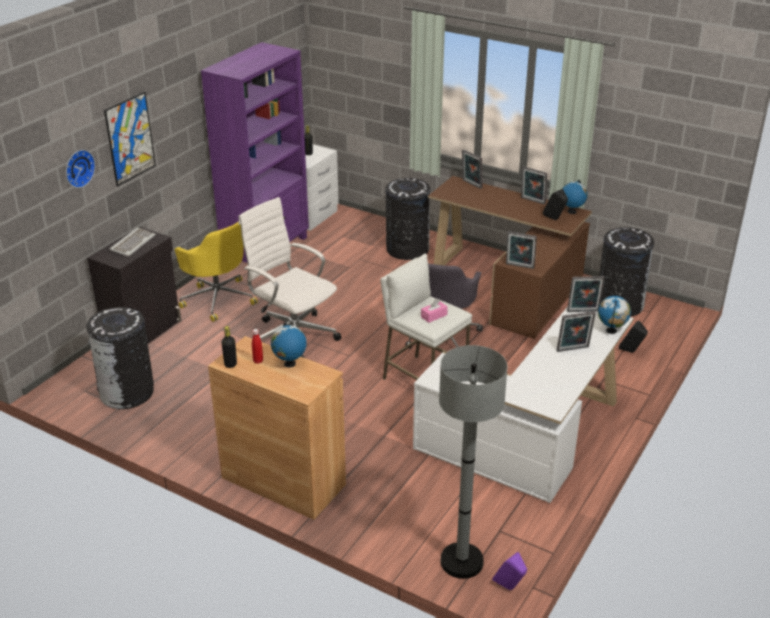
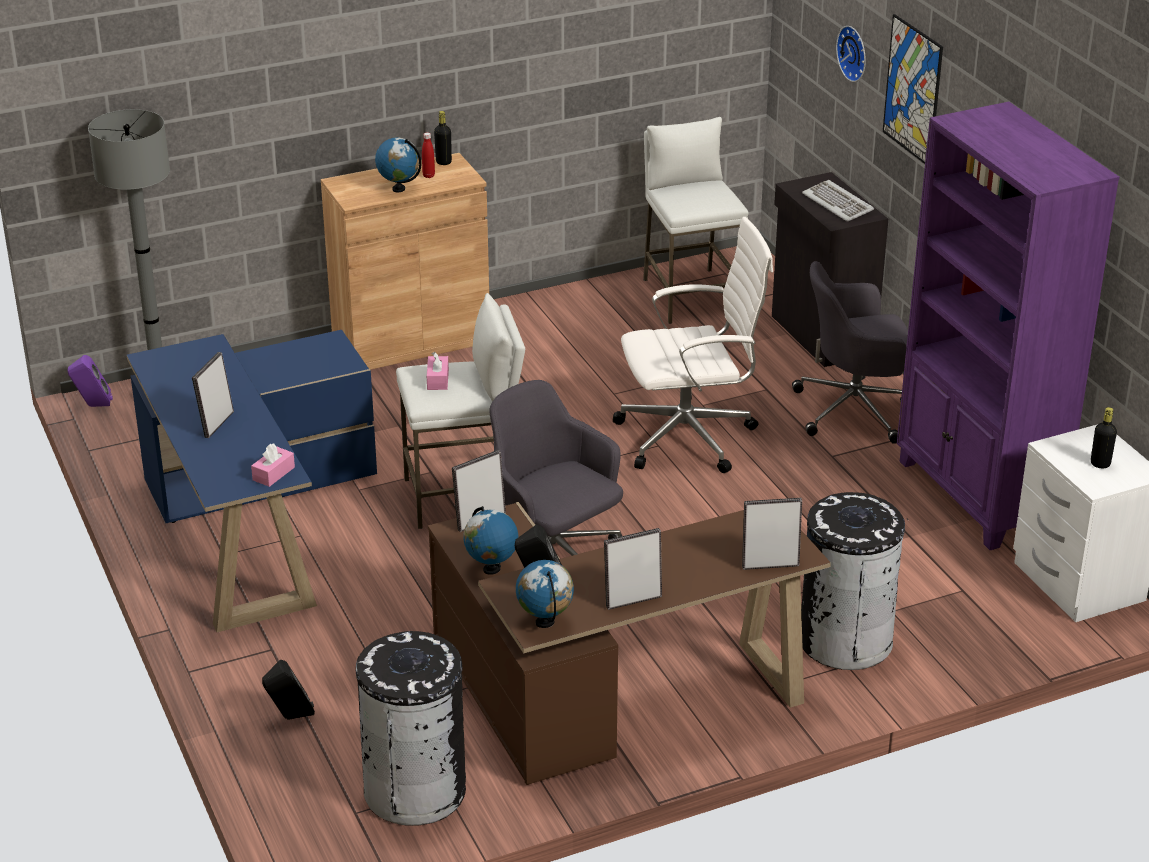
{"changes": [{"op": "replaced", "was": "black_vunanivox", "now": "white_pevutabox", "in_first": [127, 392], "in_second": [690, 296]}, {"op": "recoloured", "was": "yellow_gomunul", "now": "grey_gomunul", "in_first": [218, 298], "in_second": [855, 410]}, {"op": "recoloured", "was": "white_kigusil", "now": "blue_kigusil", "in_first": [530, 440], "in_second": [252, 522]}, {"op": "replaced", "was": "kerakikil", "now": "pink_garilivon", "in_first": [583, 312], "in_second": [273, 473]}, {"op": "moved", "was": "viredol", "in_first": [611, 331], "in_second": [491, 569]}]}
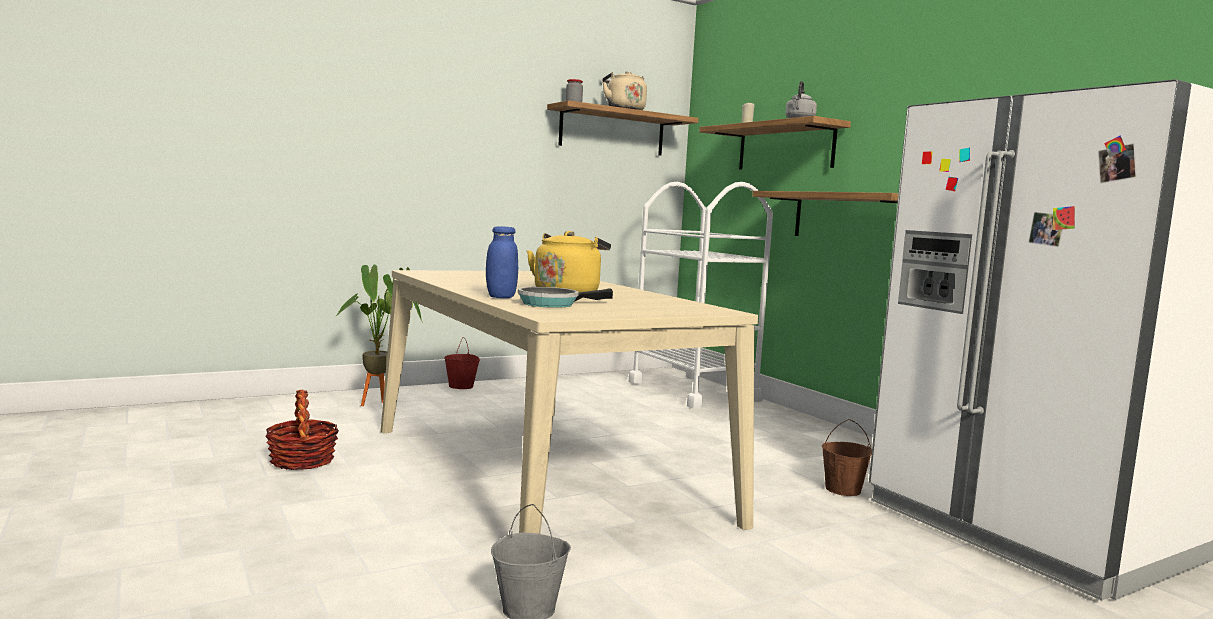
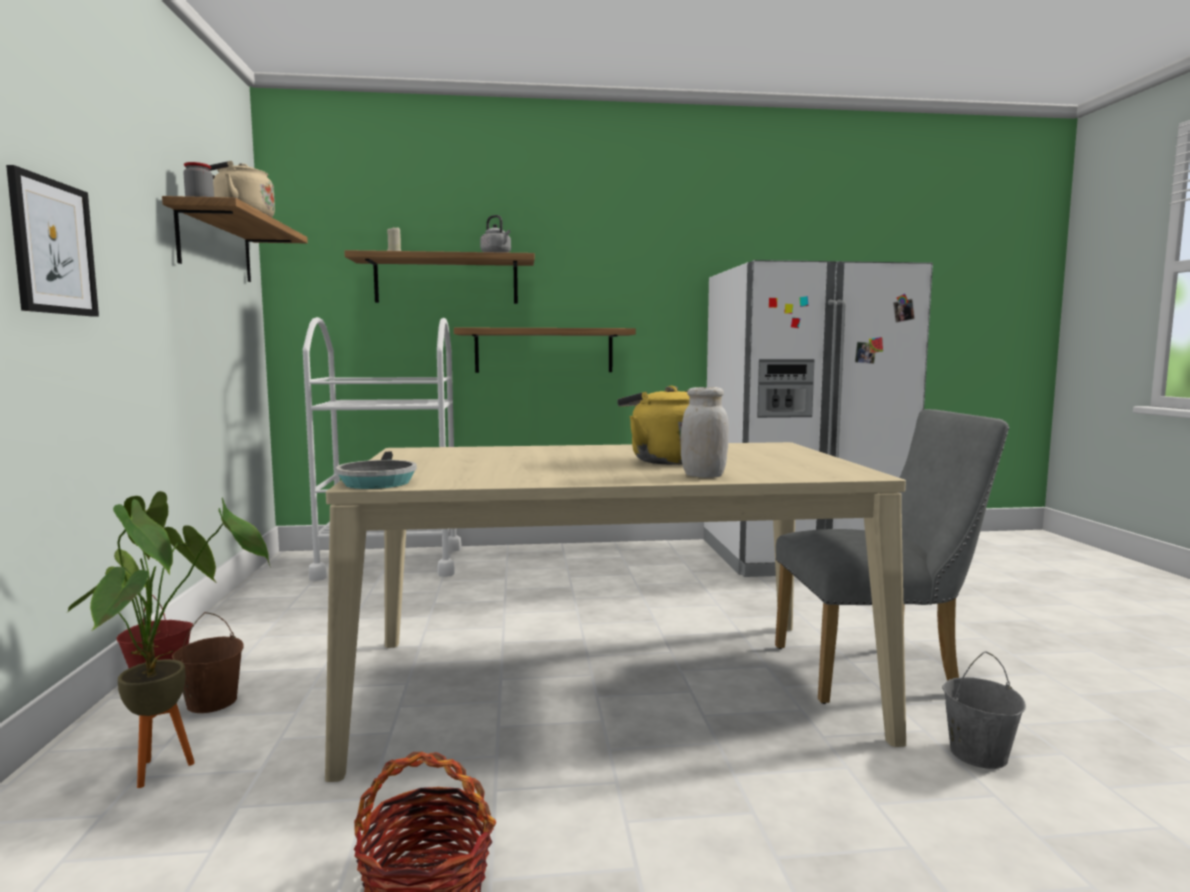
{"changes": [{"op": "recoloured", "was": "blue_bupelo", "now": "white_bupelo", "in_first": [501, 297], "in_second": [703, 476]}, {"op": "moved", "was": "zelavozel", "in_first": [552, 303], "in_second": [377, 481]}, {"op": "moved", "was": "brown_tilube", "in_first": [842, 489], "in_second": [211, 702]}, {"op": "added", "now": "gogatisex", "in_second": [53, 247]}, {"op": "added", "now": "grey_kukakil", "in_second": [876, 671]}]}
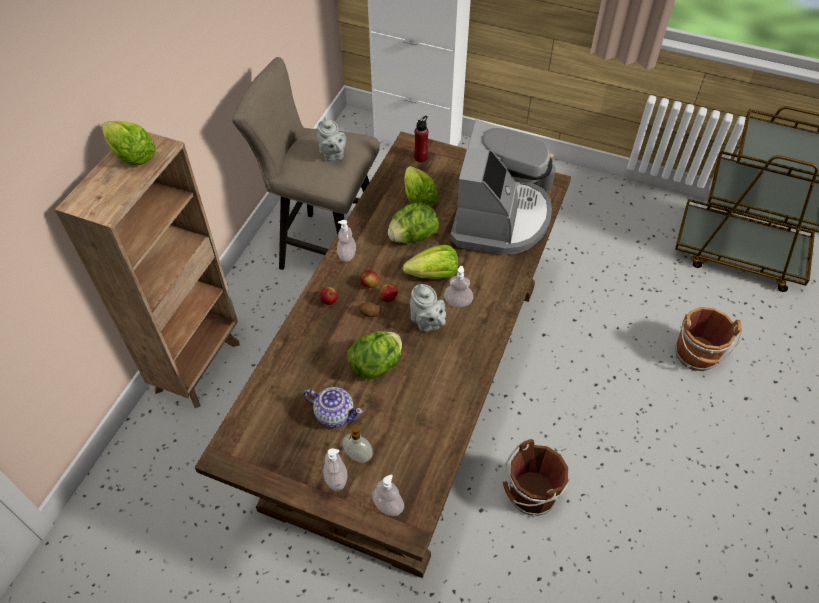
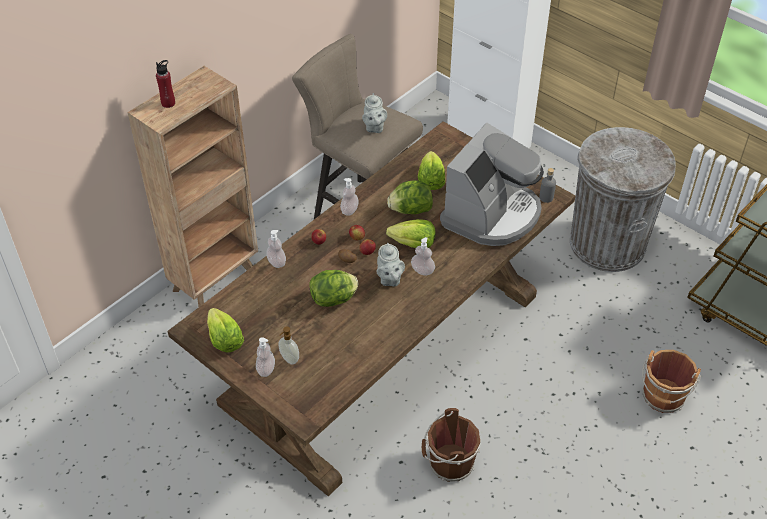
{"changes": [{"op": "moved", "was": "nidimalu", "in_first": [132, 155], "in_second": [224, 340]}, {"op": "removed", "was": "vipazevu", "in_first": [334, 414]}, {"op": "moved", "was": "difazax", "in_first": [388, 506], "in_second": [276, 262]}, {"op": "moved", "was": "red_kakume", "in_first": [421, 157], "in_second": [168, 103]}, {"op": "added", "now": "grey_vunanivox", "in_second": [607, 243]}]}
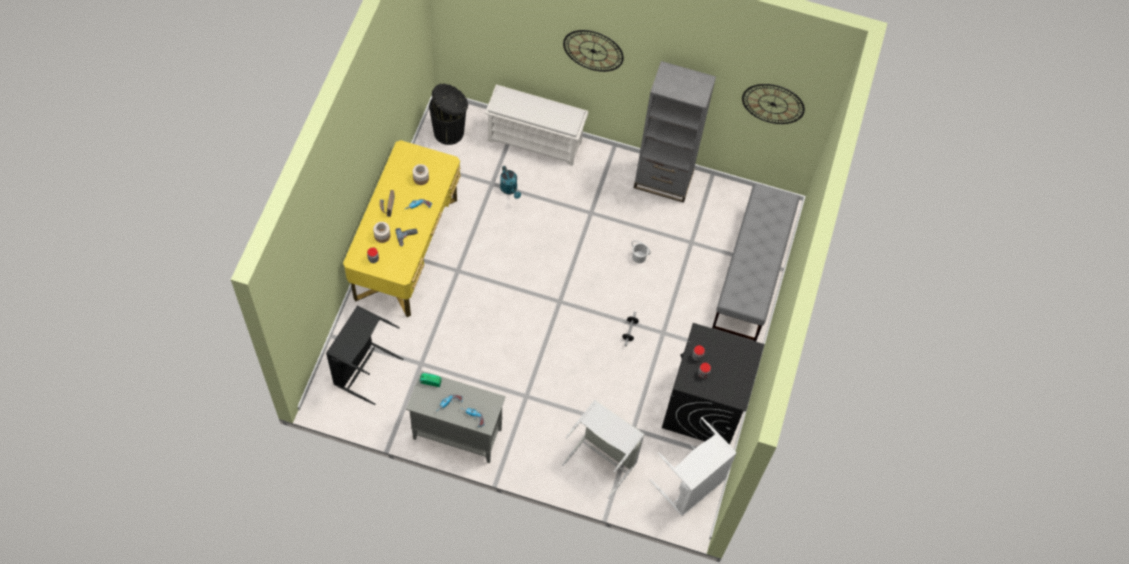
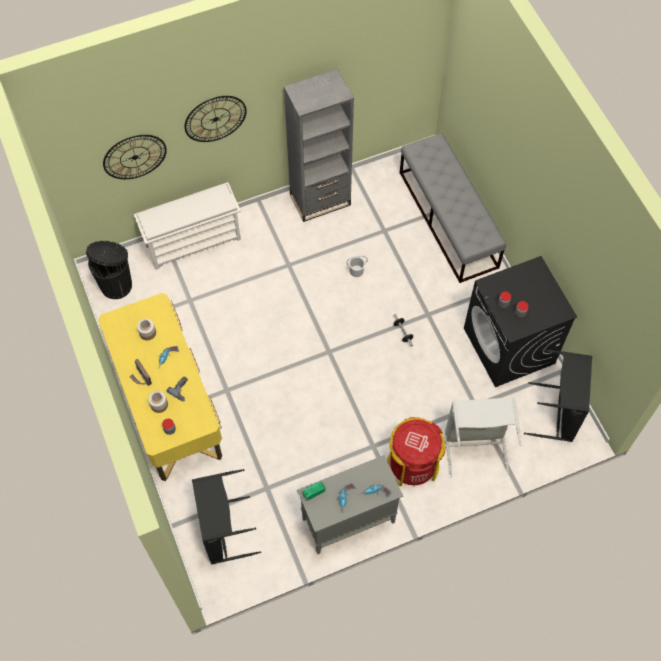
{"changes": [{"op": "removed", "was": "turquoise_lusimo", "in_first": [510, 190]}, {"op": "recoloured", "was": "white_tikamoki", "now": "black_tikamoki", "in_first": [692, 486], "in_second": [557, 413]}, {"op": "moved", "was": "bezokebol", "in_first": [773, 104], "in_second": [135, 157]}, {"op": "added", "now": "red_vunanivox", "in_second": [412, 464]}]}
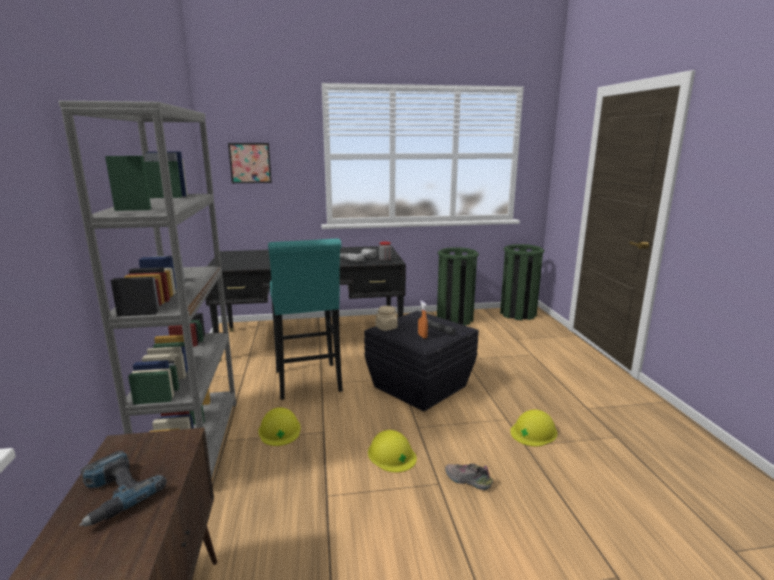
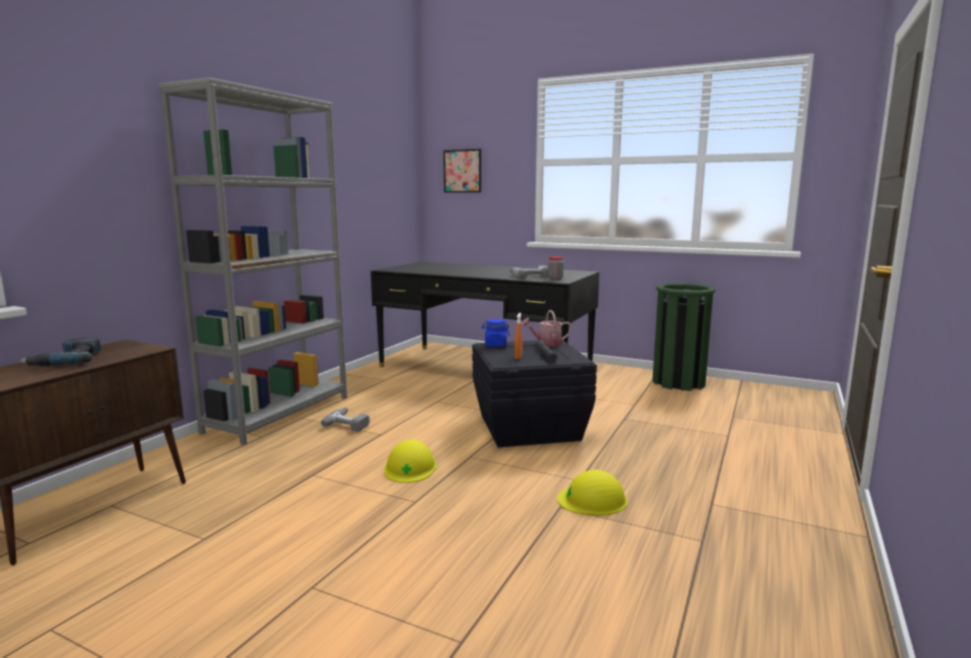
{"changes": [{"op": "replaced", "was": "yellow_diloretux", "now": "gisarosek", "in_first": [279, 430], "in_second": [350, 423]}, {"op": "removed", "was": "turquoise_pevutabox", "in_first": [309, 384]}, {"op": "recoloured", "was": "beige_bupelo", "now": "blue_bupelo", "in_first": [386, 328], "in_second": [495, 345]}, {"op": "removed", "was": "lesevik", "in_first": [467, 481]}, {"op": "removed", "was": "green_vunanivox", "in_first": [518, 314]}, {"op": "added", "now": "lusimo", "in_second": [546, 343]}]}
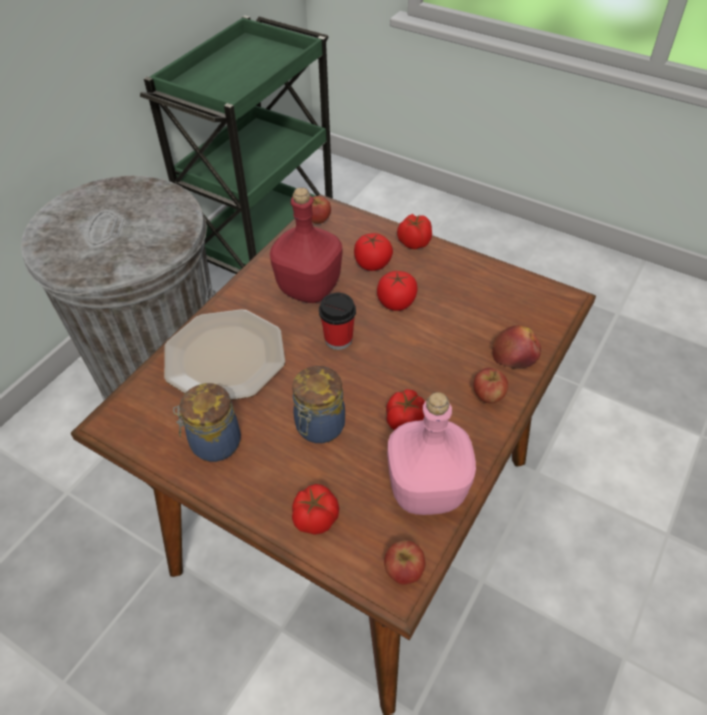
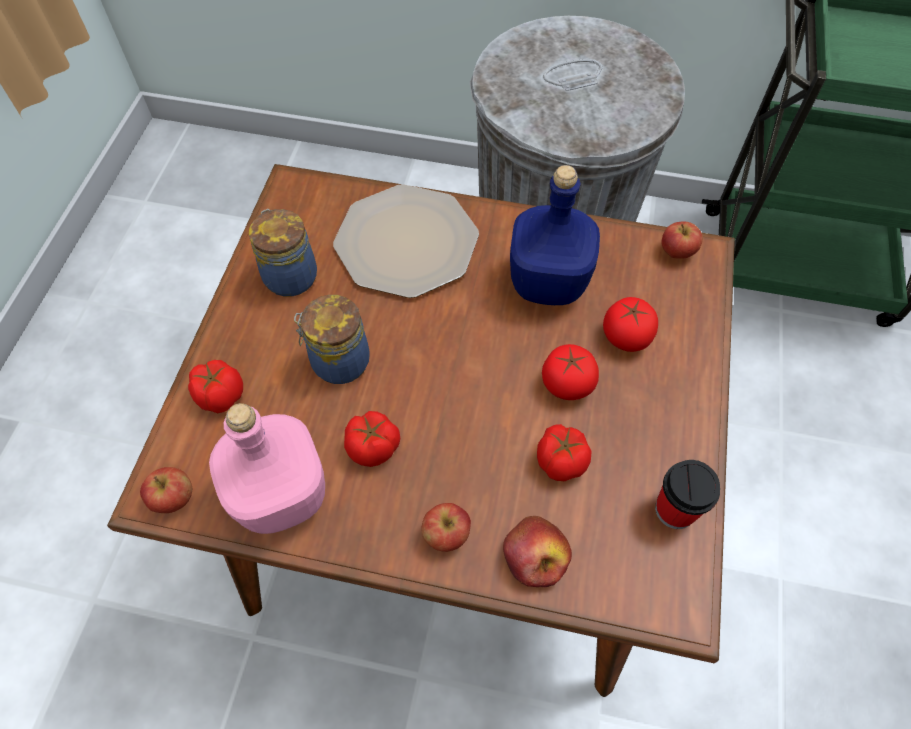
{"changes": [{"op": "recoloured", "was": "red_kakume", "now": "blue_kakume", "in_first": [308, 288], "in_second": [547, 281]}, {"op": "moved", "was": "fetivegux", "in_first": [338, 339], "in_second": [675, 510]}, {"op": "moved", "was": "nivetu", "in_first": [413, 242], "in_second": [560, 460]}]}
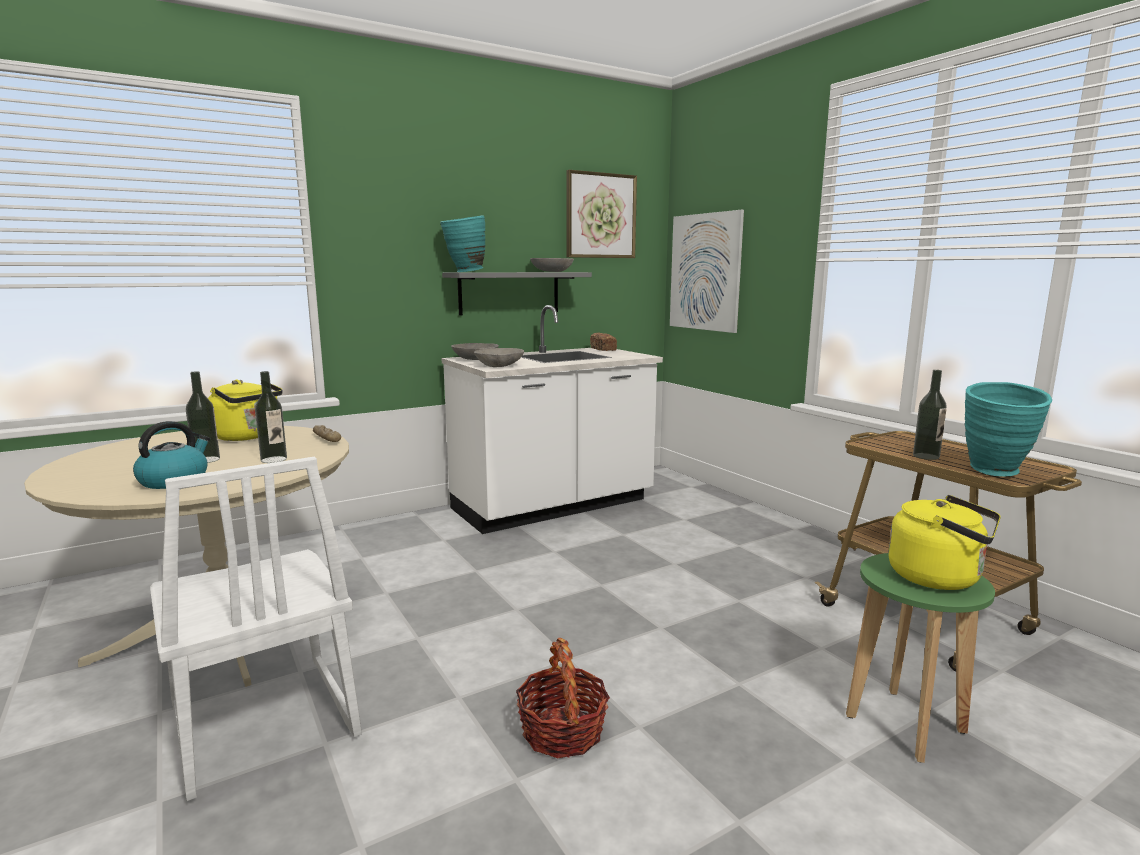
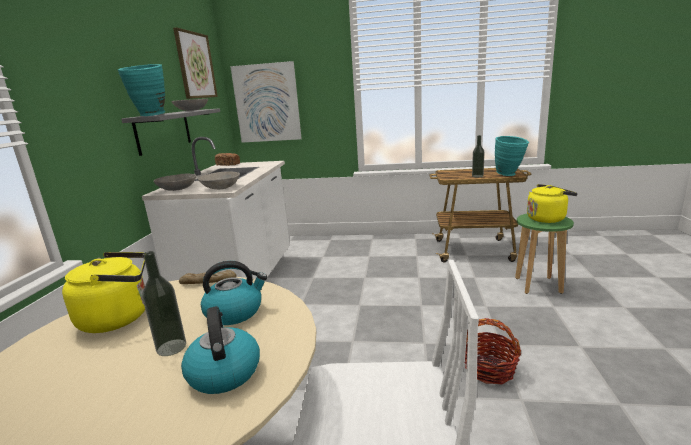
{"changes": [{"op": "replaced", "was": "kakume", "now": "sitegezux", "in_first": [274, 459], "in_second": [235, 312]}]}
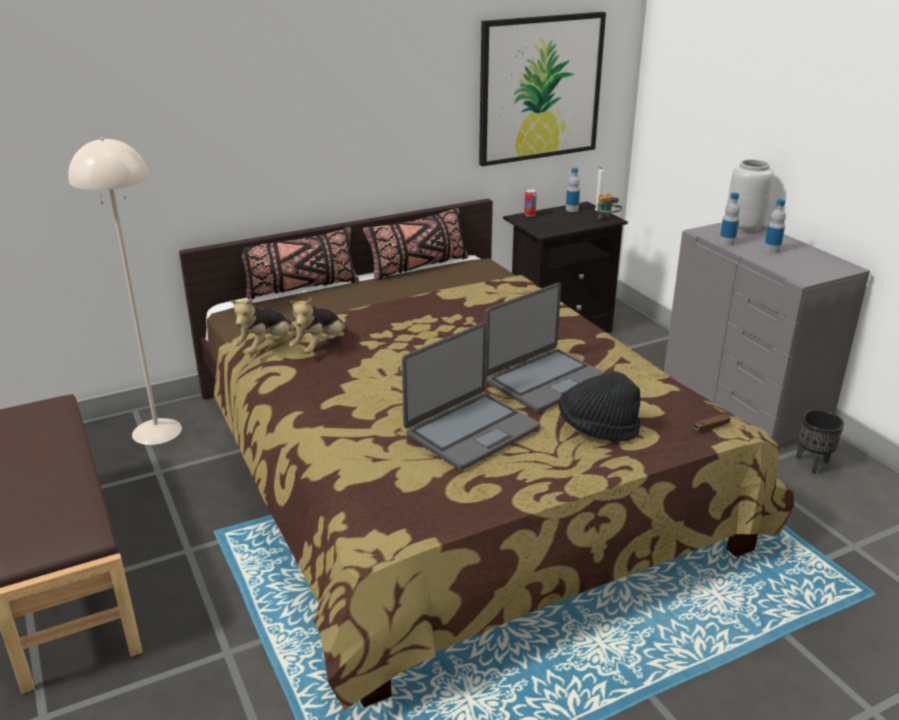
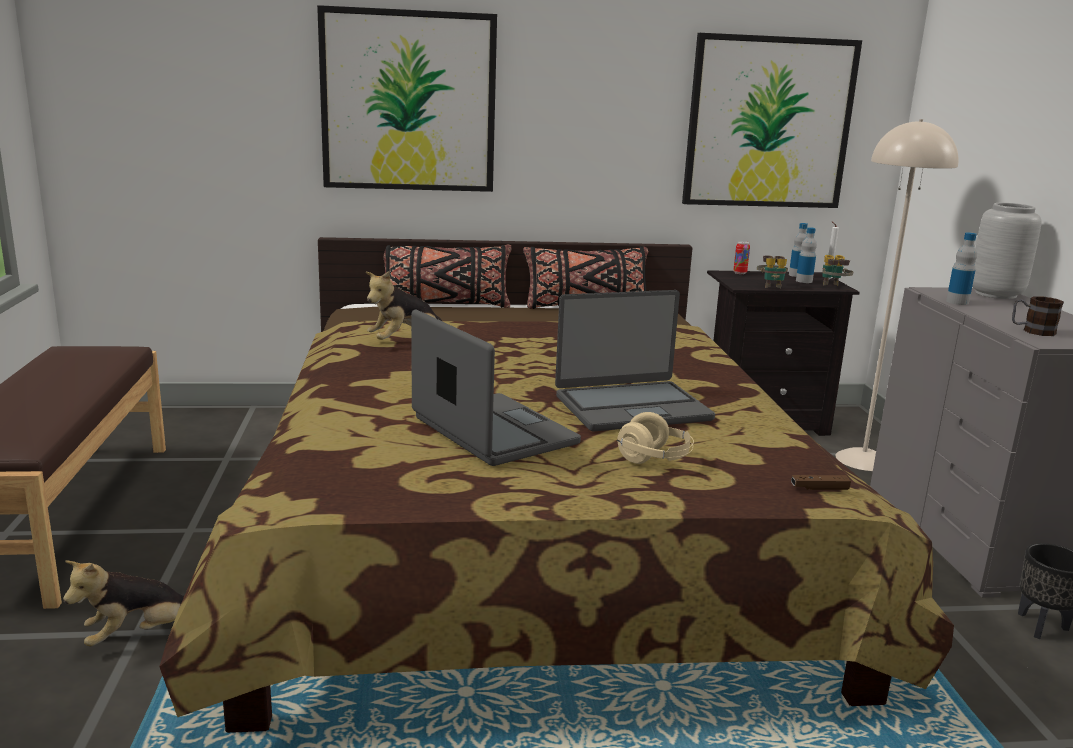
{"changes": [{"op": "moved", "was": "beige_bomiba", "in_first": [157, 431], "in_second": [863, 460]}, {"op": "moved", "was": "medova", "in_first": [265, 347], "in_second": [139, 635]}, {"op": "turned", "was": "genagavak", "in_first": [471, 431], "in_second": [492, 432], "clockwise": -105}, {"op": "replaced", "was": "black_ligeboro", "now": "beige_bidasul", "in_first": [597, 428], "in_second": [655, 459]}, {"op": "moved", "was": "kakume", "in_first": [772, 250], "in_second": [804, 281]}, {"op": "added", "now": "gogatisex", "in_second": [408, 102]}, {"op": "added", "now": "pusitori", "in_second": [771, 286]}, {"op": "added", "now": "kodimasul", "in_second": [1032, 331]}]}
